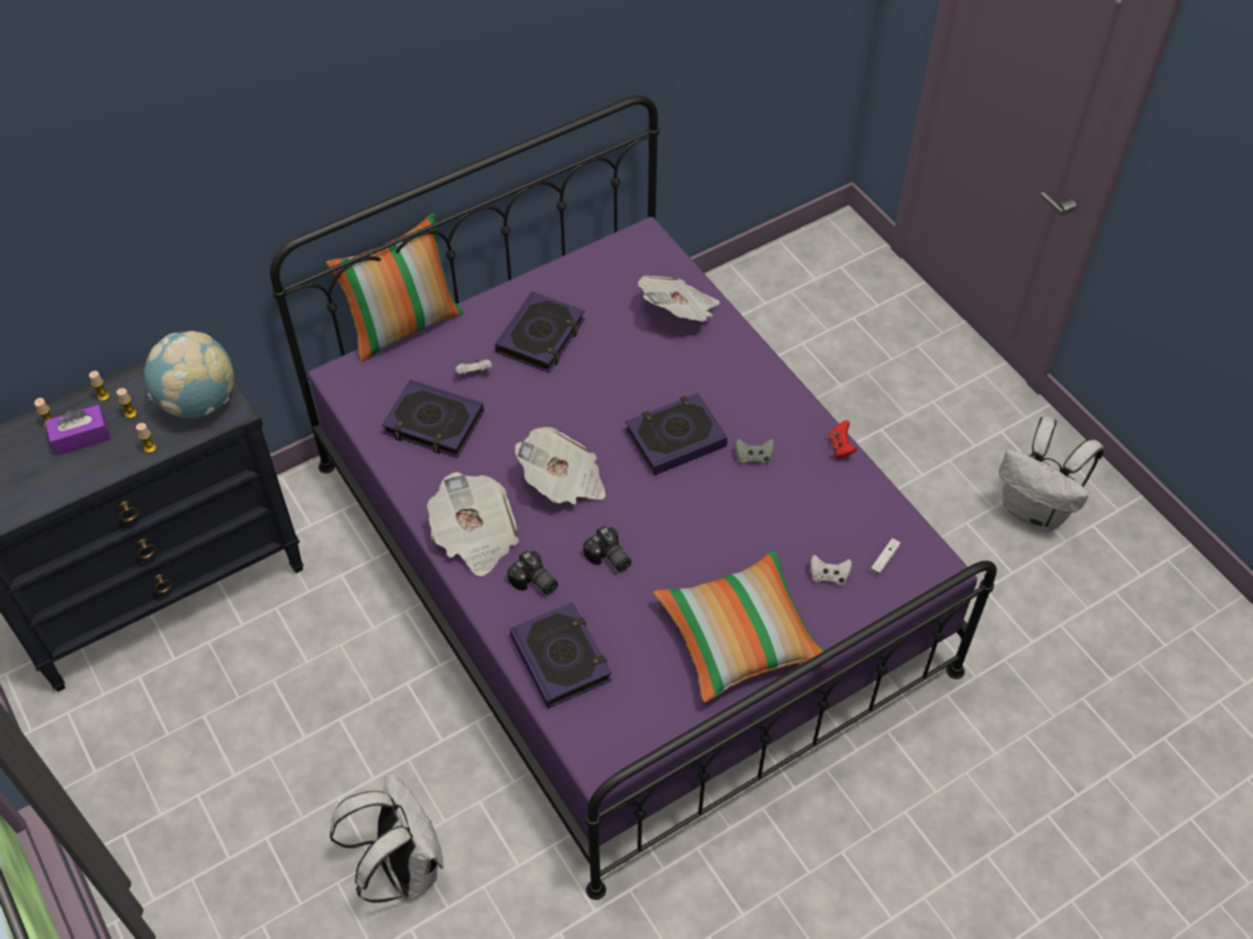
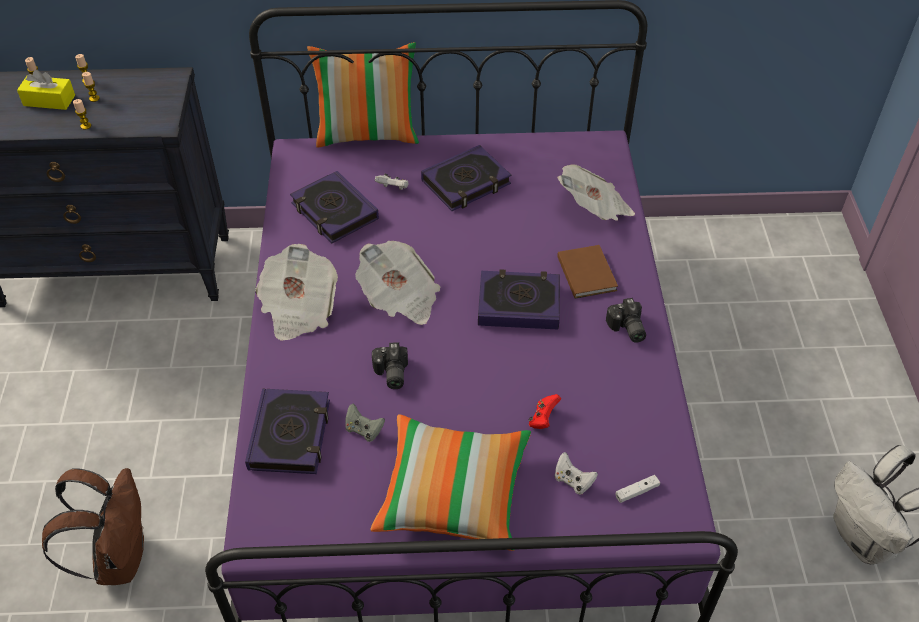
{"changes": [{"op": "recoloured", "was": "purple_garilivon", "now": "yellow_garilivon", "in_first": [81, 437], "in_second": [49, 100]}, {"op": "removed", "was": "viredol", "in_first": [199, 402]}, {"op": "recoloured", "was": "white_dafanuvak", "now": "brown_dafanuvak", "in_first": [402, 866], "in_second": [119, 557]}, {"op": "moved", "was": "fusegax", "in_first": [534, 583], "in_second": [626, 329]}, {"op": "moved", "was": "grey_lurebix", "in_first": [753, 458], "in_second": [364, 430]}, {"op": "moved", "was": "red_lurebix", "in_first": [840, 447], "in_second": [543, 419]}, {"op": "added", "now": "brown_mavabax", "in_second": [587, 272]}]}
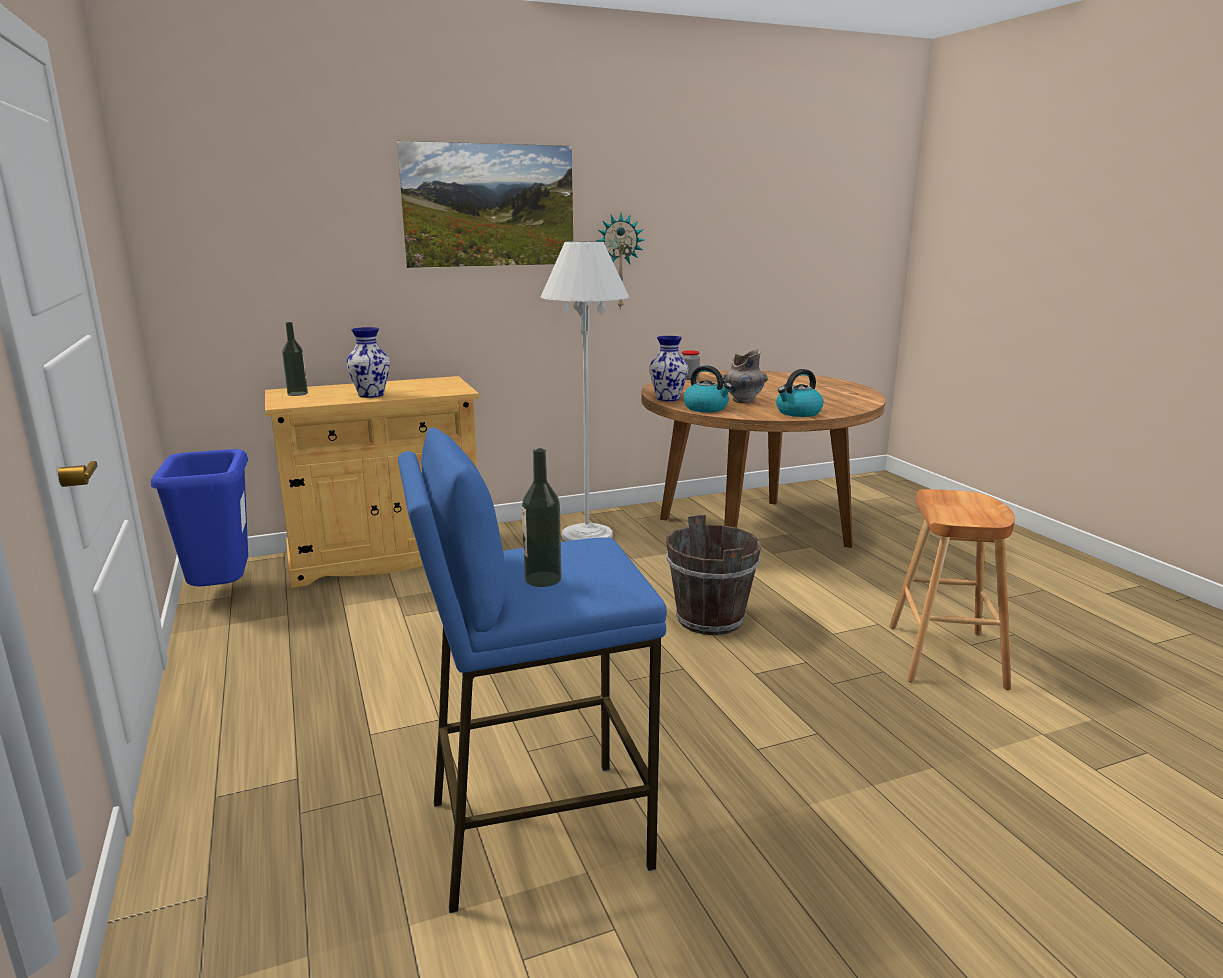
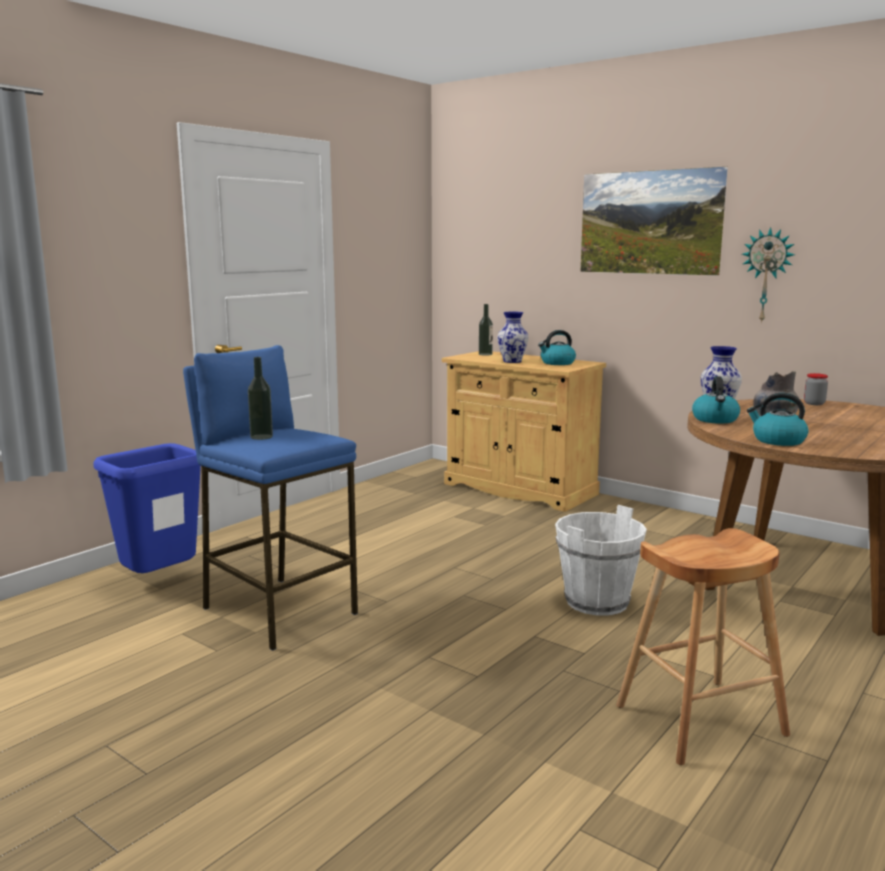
{"changes": [{"op": "moved", "was": "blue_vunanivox", "in_first": [222, 594], "in_second": [161, 582]}, {"op": "removed", "was": "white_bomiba", "in_first": [587, 535]}, {"op": "recoloured", "was": "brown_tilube", "now": "white_tilube", "in_first": [709, 619], "in_second": [596, 601]}, {"op": "added", "now": "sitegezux", "in_second": [557, 363]}]}
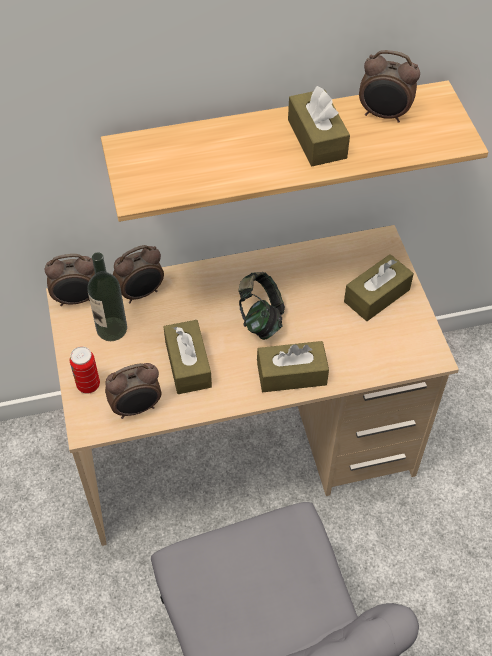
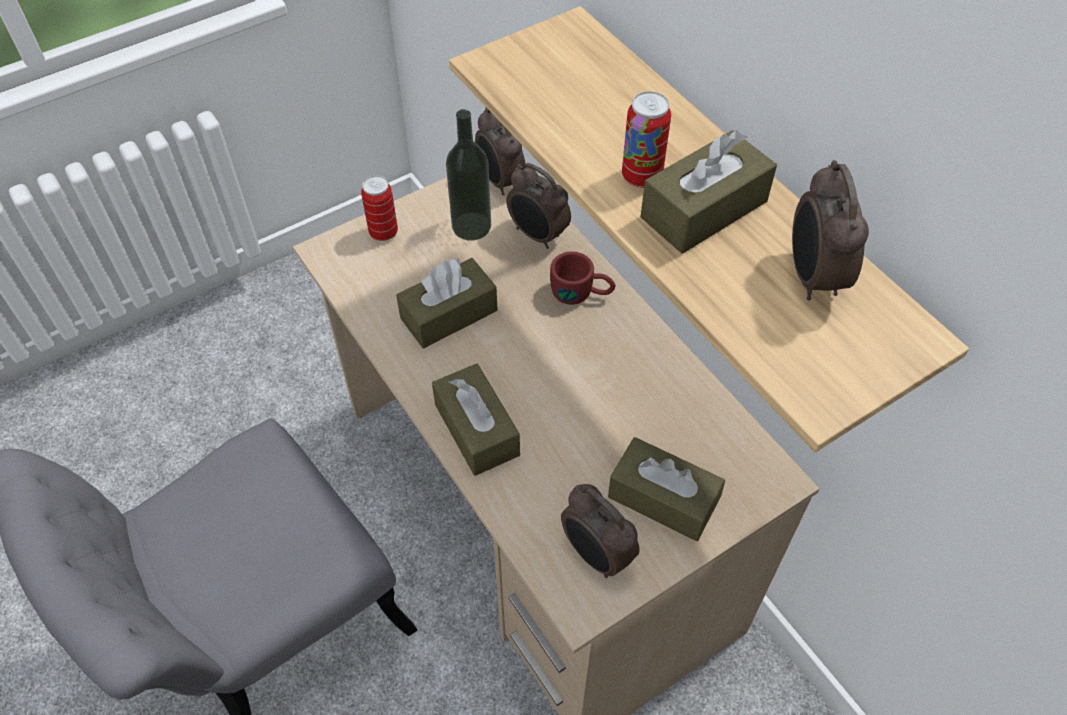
{"changes": [{"op": "moved", "was": "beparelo", "in_first": [137, 408], "in_second": [596, 555]}, {"op": "removed", "was": "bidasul", "in_first": [261, 319]}, {"op": "added", "now": "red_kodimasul", "in_second": [582, 293]}, {"op": "added", "now": "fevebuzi", "in_second": [641, 177]}]}
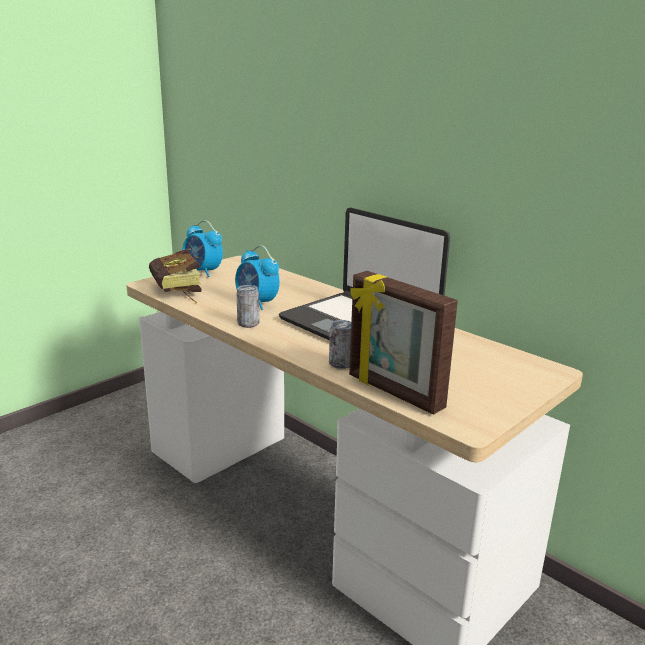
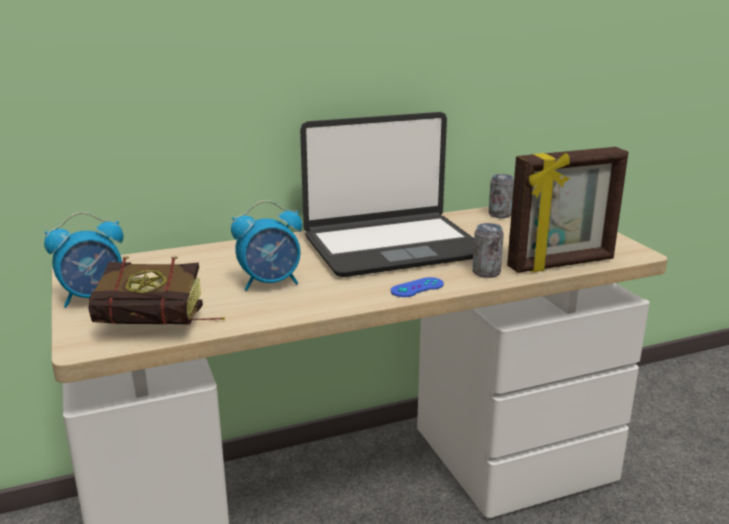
{"changes": [{"op": "moved", "was": "fevebuzi", "in_first": [248, 324], "in_second": [499, 215]}, {"op": "added", "now": "blue_lurebix", "in_second": [417, 288]}]}
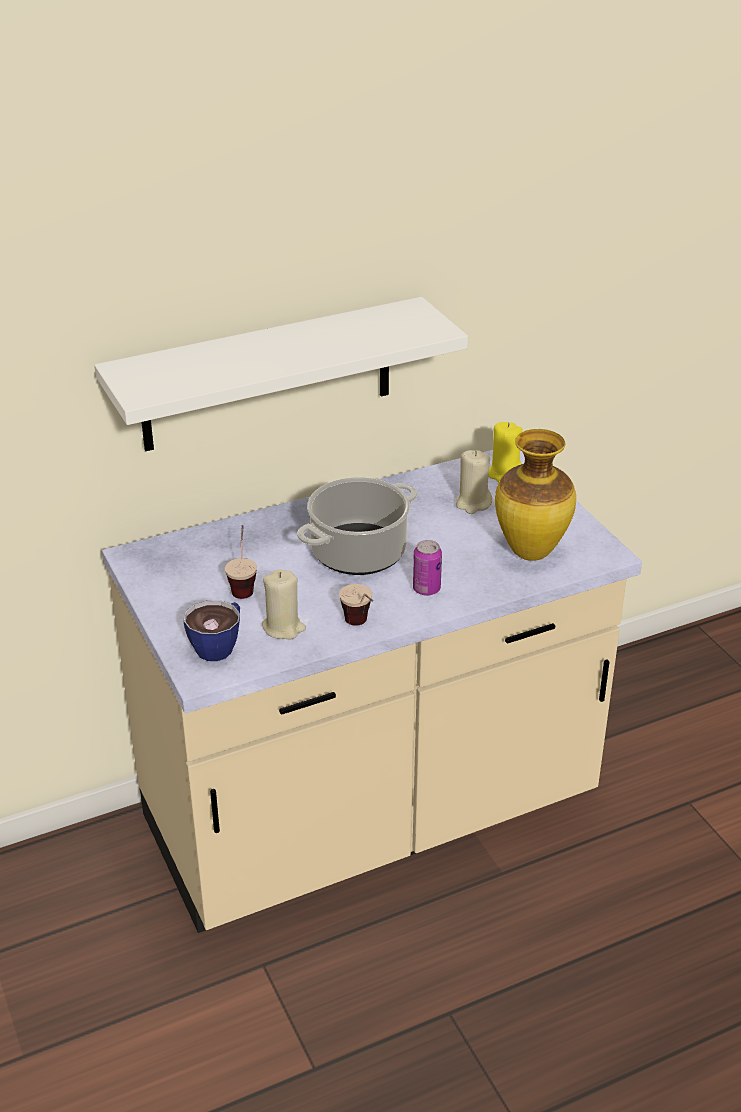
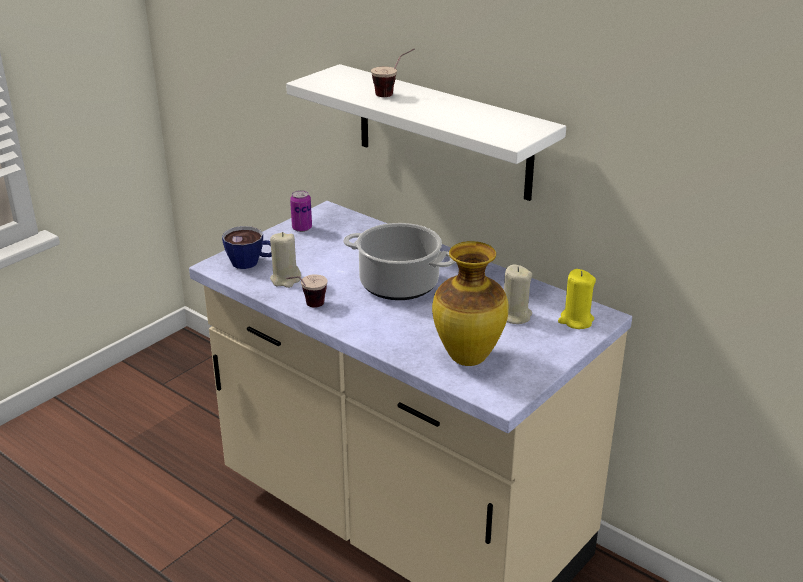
{"changes": [{"op": "moved", "was": "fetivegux", "in_first": [243, 585], "in_second": [393, 93]}, {"op": "moved", "was": "fevebuzi", "in_first": [426, 589], "in_second": [302, 228]}]}
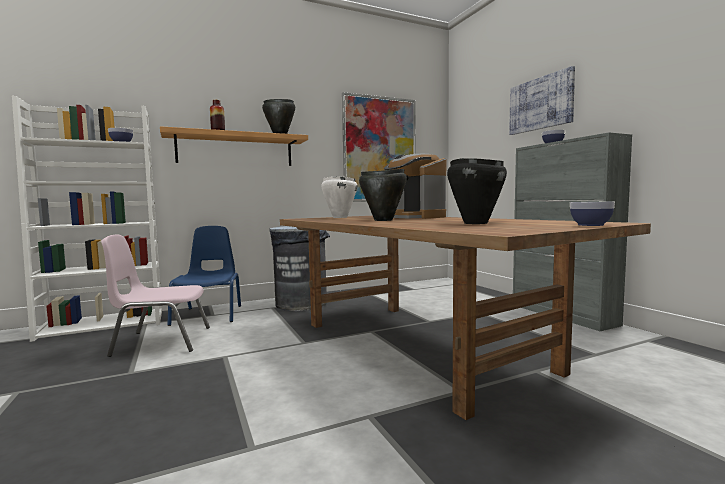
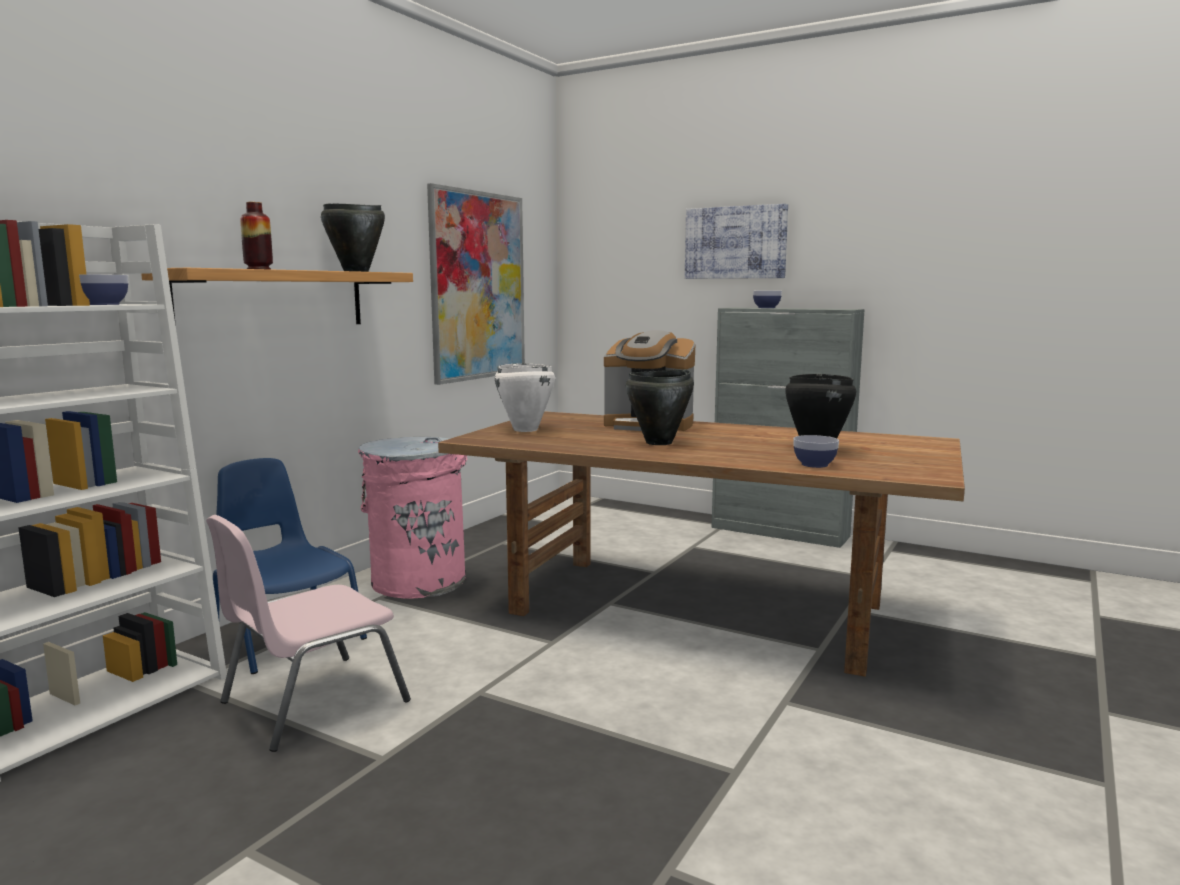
{"changes": [{"op": "recoloured", "was": "grey_vunanivox", "now": "pink_vunanivox", "in_first": [301, 304], "in_second": [418, 581]}, {"op": "moved", "was": "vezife", "in_first": [590, 225], "in_second": [814, 465]}]}
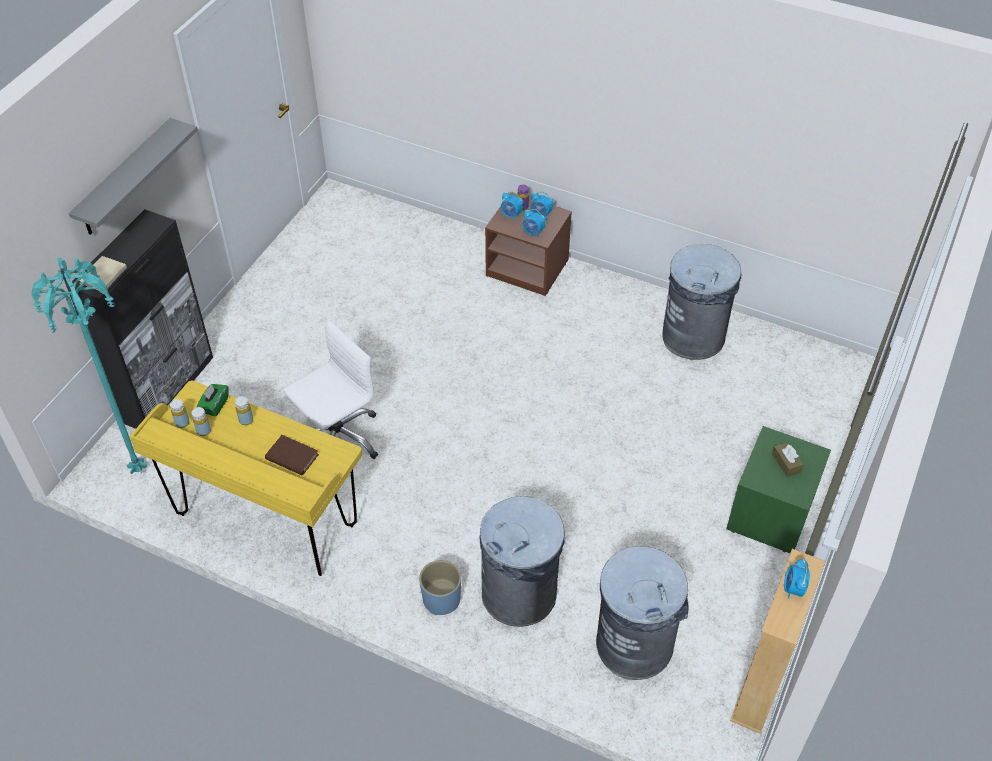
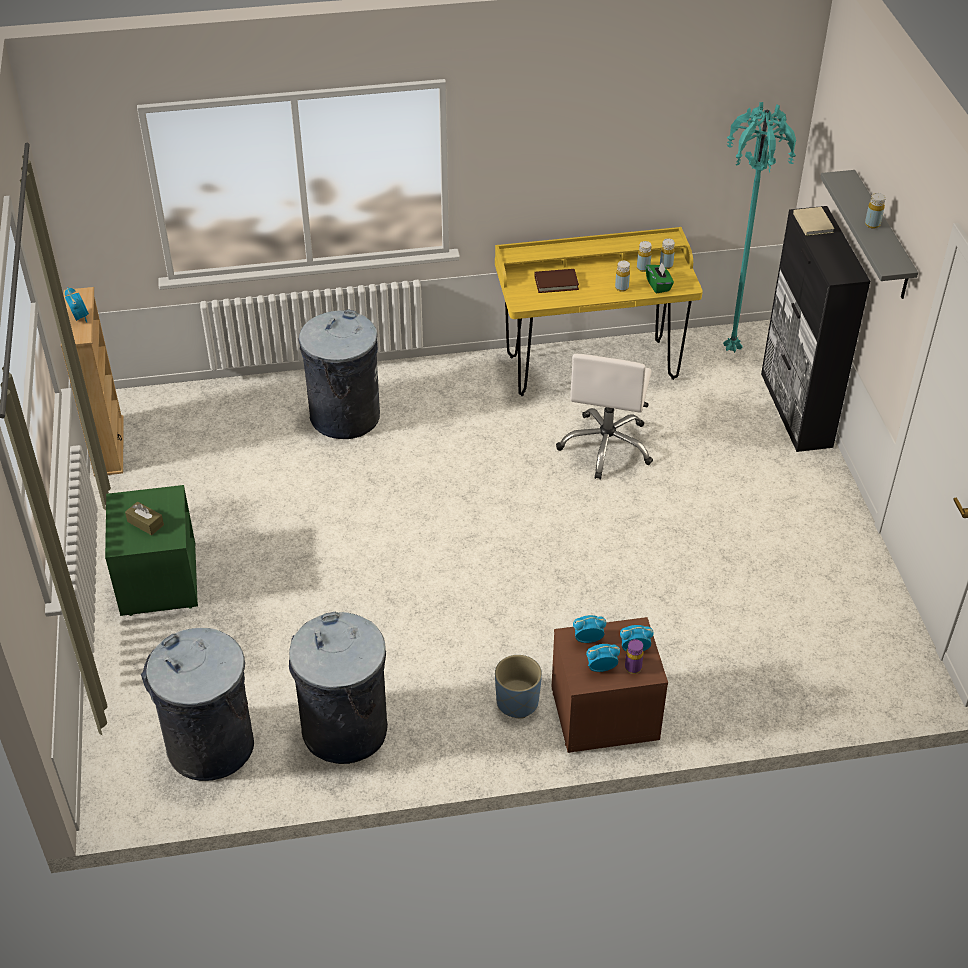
{"changes": [{"op": "moved", "was": "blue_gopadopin", "in_first": [441, 600], "in_second": [517, 701]}, {"op": "moved", "was": "grey_vunanivox", "in_first": [634, 644], "in_second": [210, 746]}, {"op": "added", "now": "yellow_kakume", "in_second": [872, 224]}]}
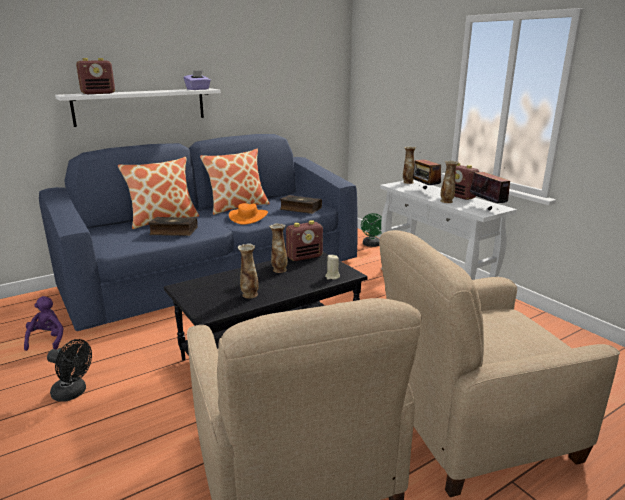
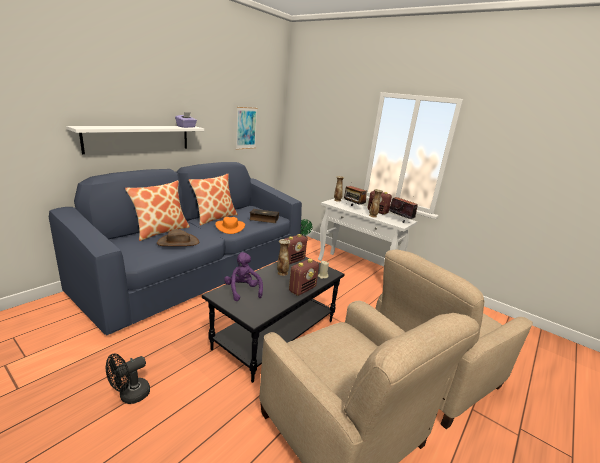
{"changes": [{"op": "moved", "was": "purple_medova", "in_first": [47, 340], "in_second": [242, 291]}, {"op": "turned", "was": "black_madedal", "in_first": [73, 393], "in_second": [130, 395], "clockwise": 135}, {"op": "moved", "was": "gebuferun", "in_first": [98, 93], "in_second": [302, 289]}, {"op": "replaced", "was": "mavabax", "now": "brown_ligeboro", "in_first": [173, 231], "in_second": [178, 242]}, {"op": "removed", "was": "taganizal", "in_first": [249, 295]}, {"op": "added", "now": "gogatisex", "in_second": [246, 128]}]}
